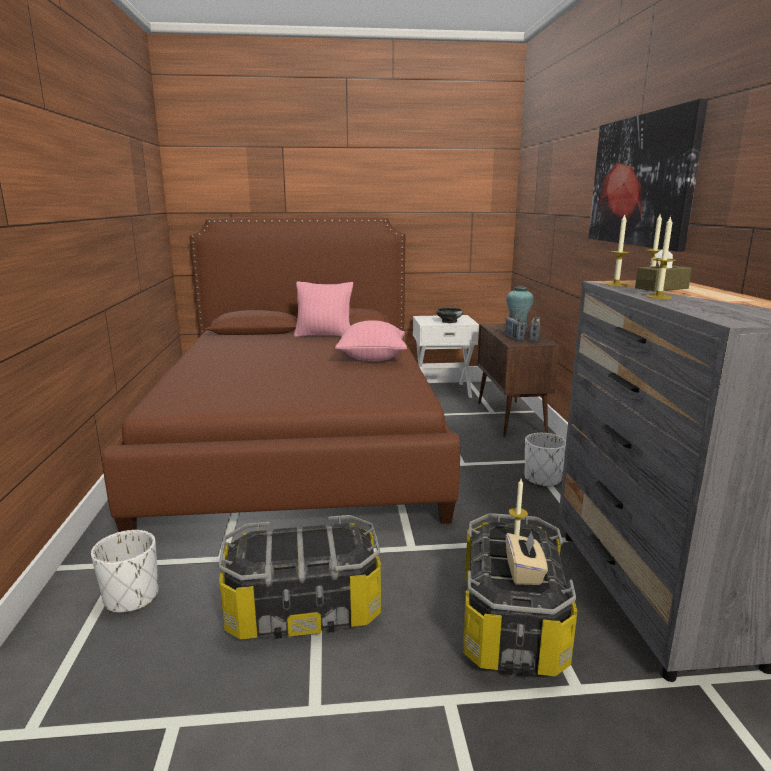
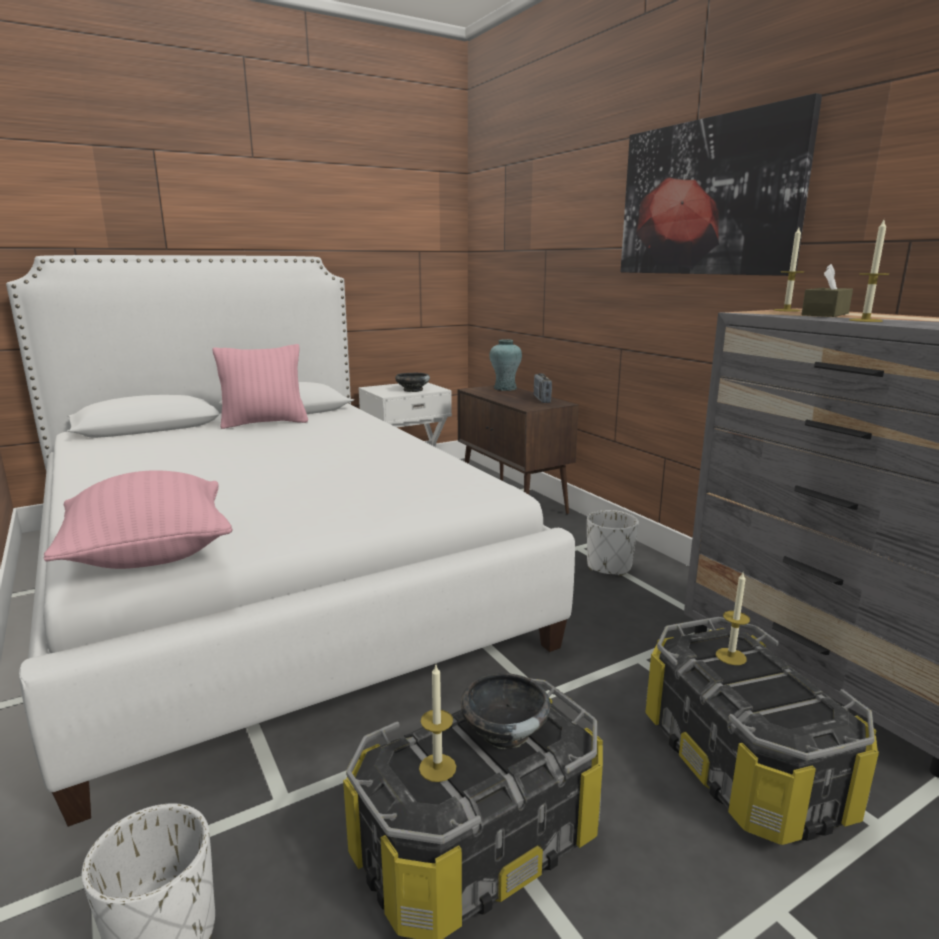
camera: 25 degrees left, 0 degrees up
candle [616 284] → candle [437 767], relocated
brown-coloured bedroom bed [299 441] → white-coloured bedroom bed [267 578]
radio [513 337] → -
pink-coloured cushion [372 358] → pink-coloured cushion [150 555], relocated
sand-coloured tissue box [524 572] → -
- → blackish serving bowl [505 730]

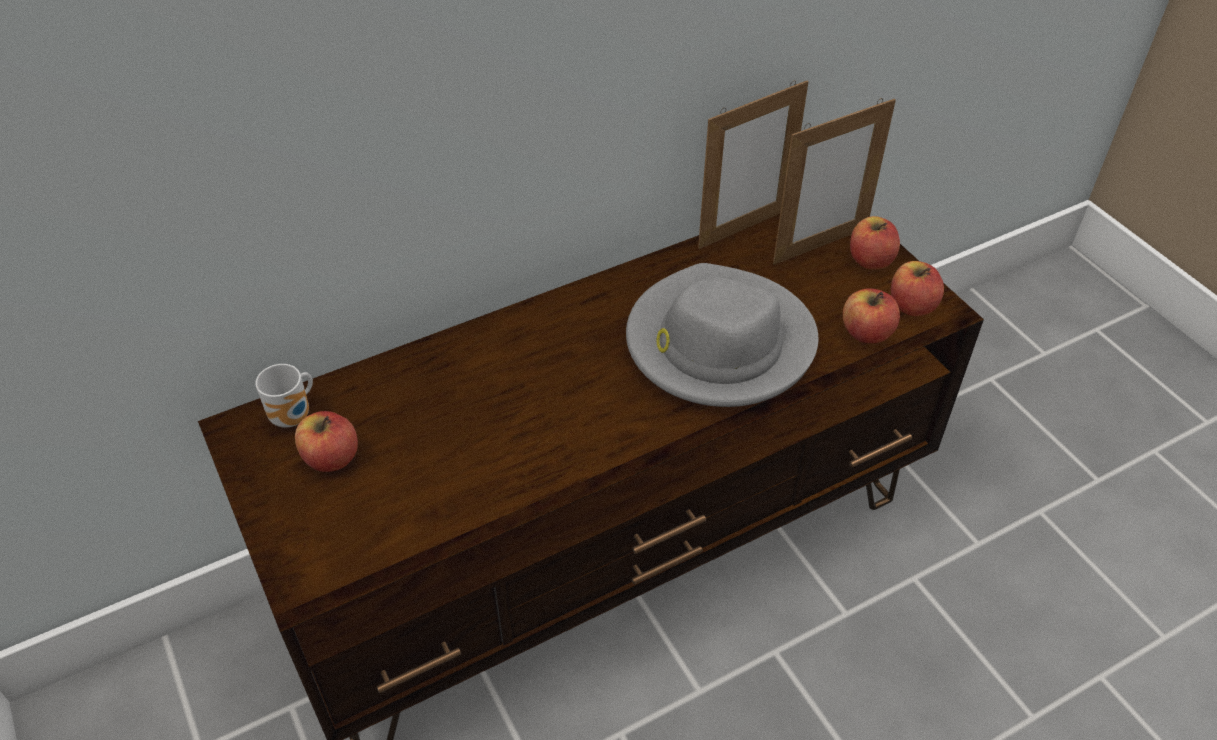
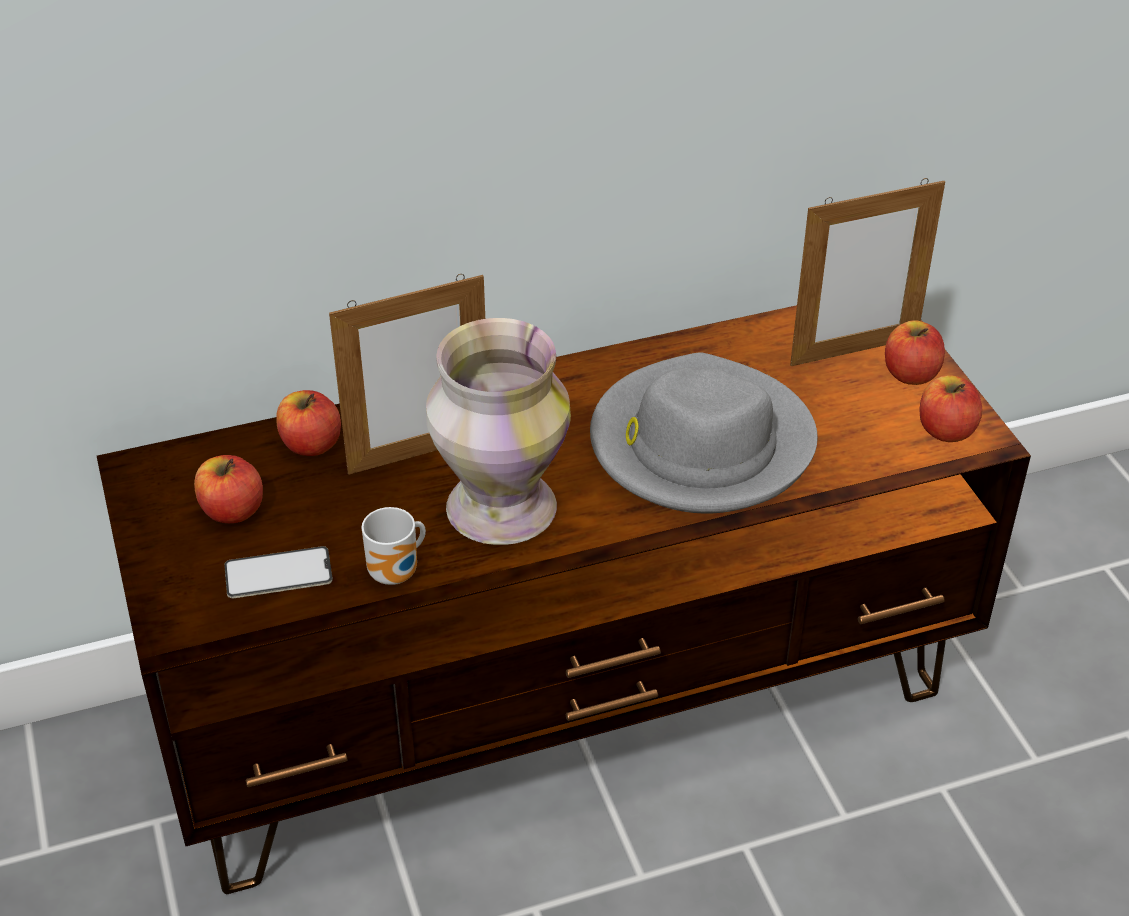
camera: 10 degrees right, 5 degrees down
photo frame [744 228] → photo frame [419 454], relocated
apple fruit [866 333] → apple fruit [311 444], relocated
coffee mug [294 417] → coffee mug [398 574], relocated
- → vase [498 509]
- → telephone [278 573]

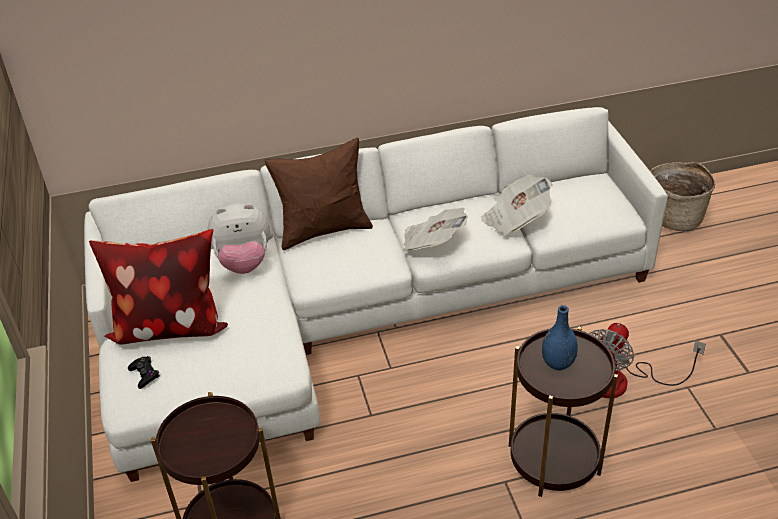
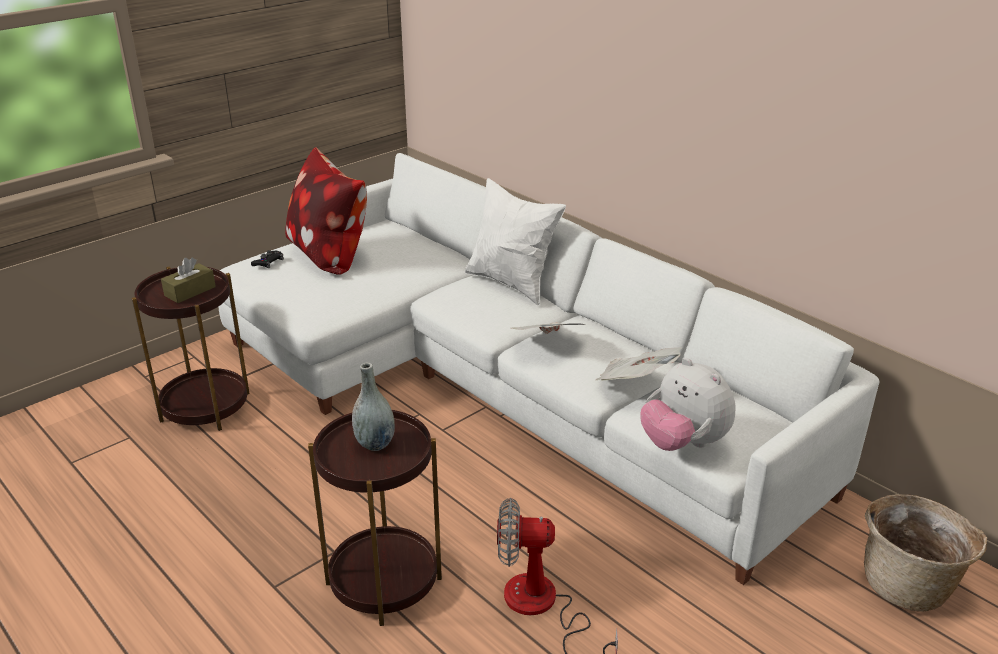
camera: 60 degrees right, 10 degrees down
brown-coloured cushion [324 230] → white-coloured cushion [512 283]
plush toy [244 262] → plush toy [683 443], relocated
blue-coloured vase [558 363] → grey vase [375 443]
- → brown-coloured tissue box [190 291]

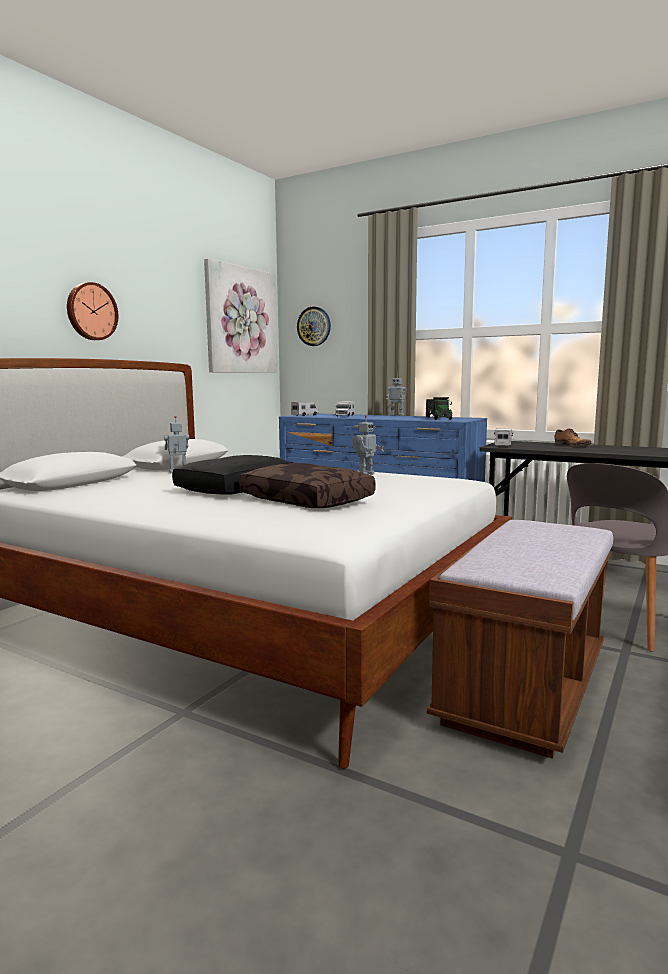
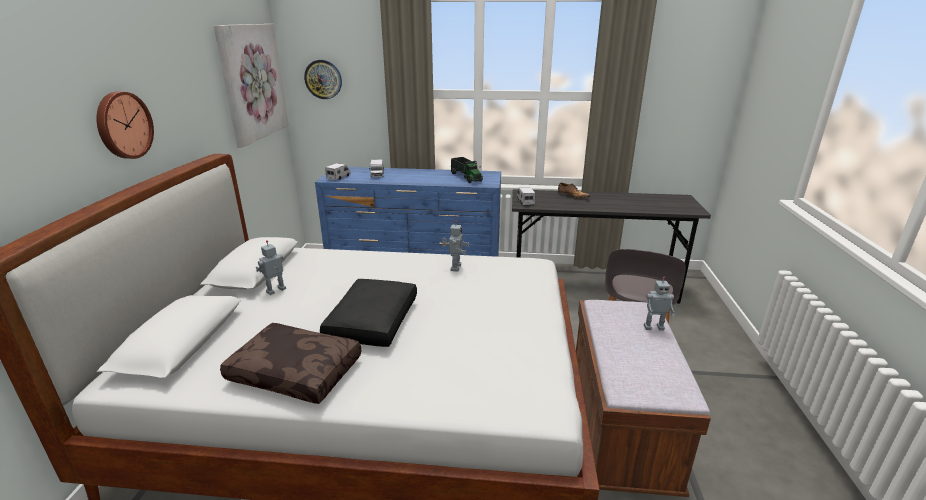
camera: 25 degrees left, 15 degrees up
toy robot [397 415] → toy robot [653 327], relocated
brown-coloured cushion [308 500] → brown-coloured cushion [297 371], relocated

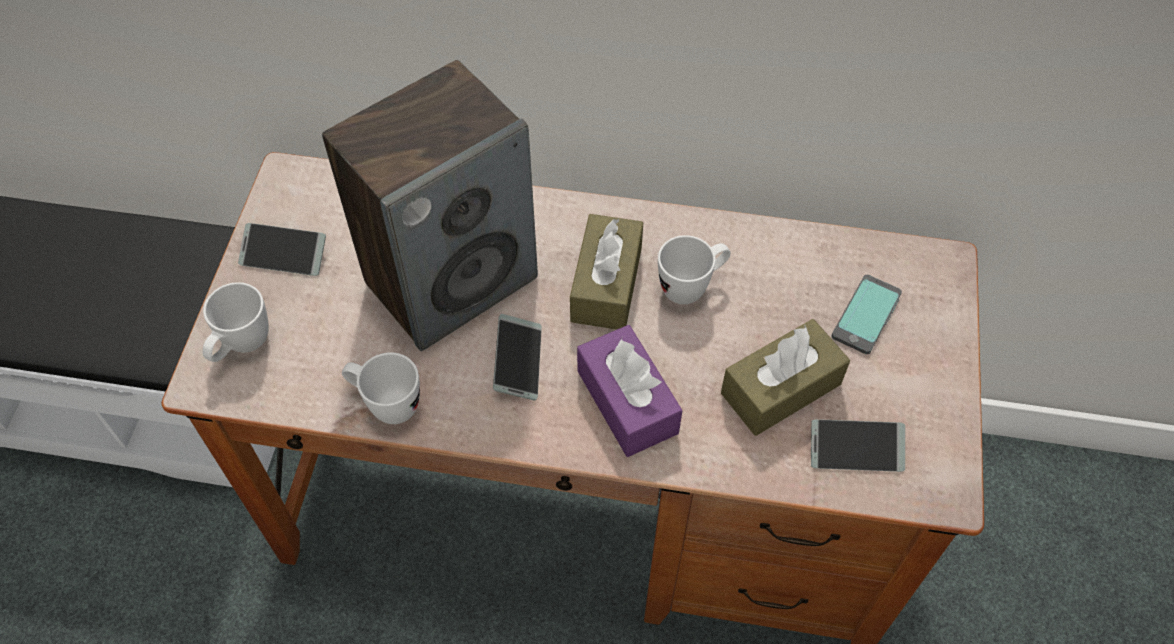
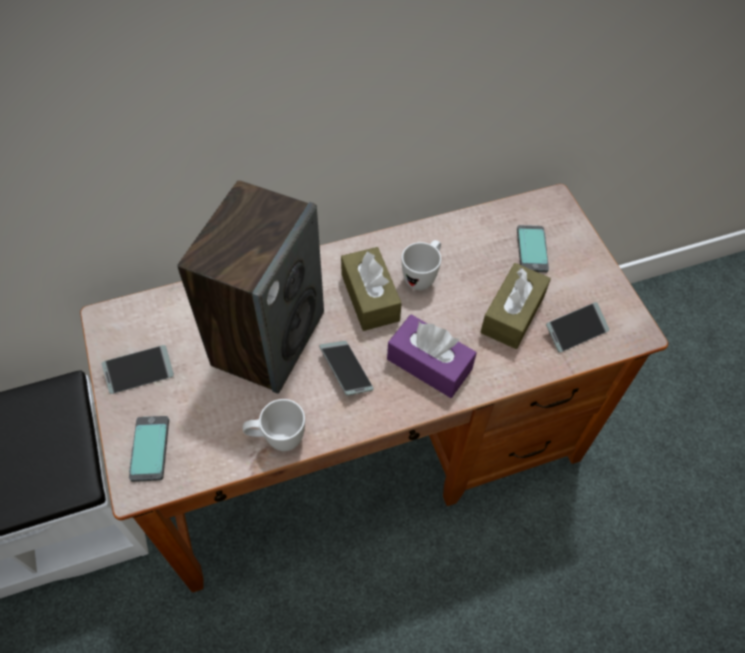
camera: 30 degrees left, 0 degrees up
white-coloured coffee mug [241 347] → telephone [149 449]

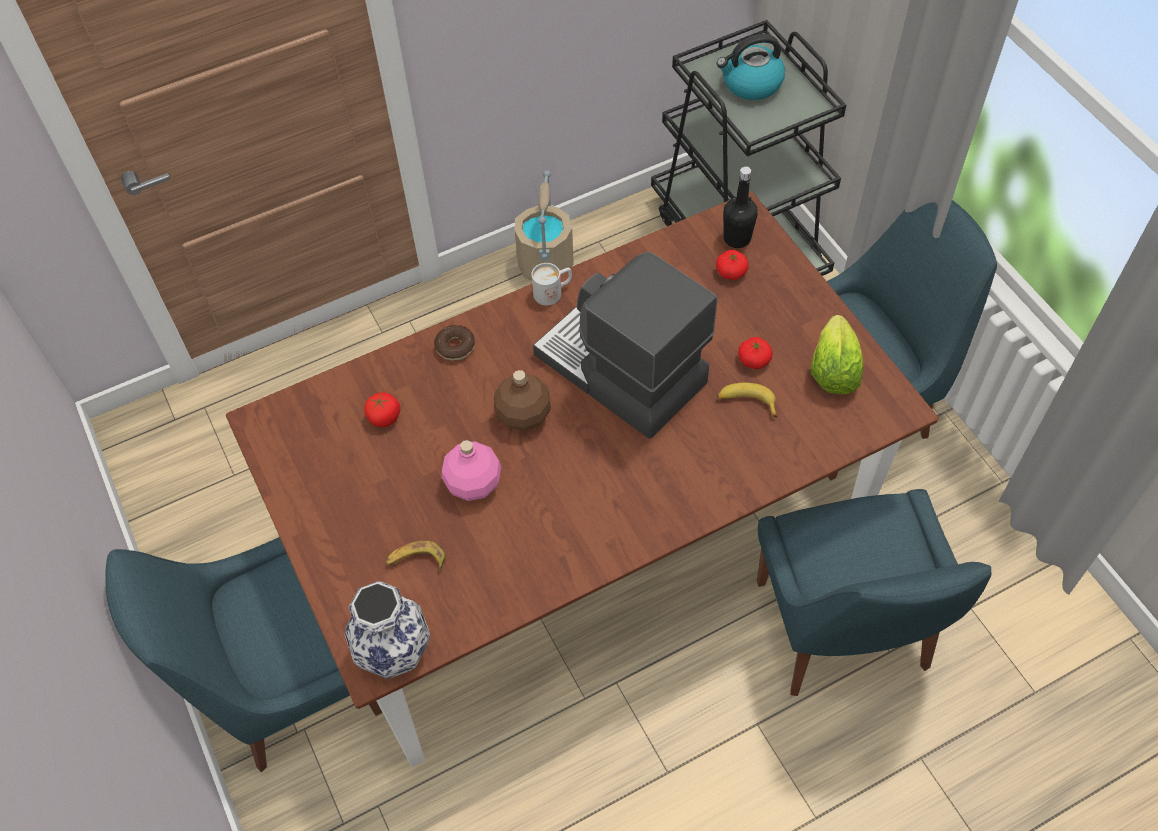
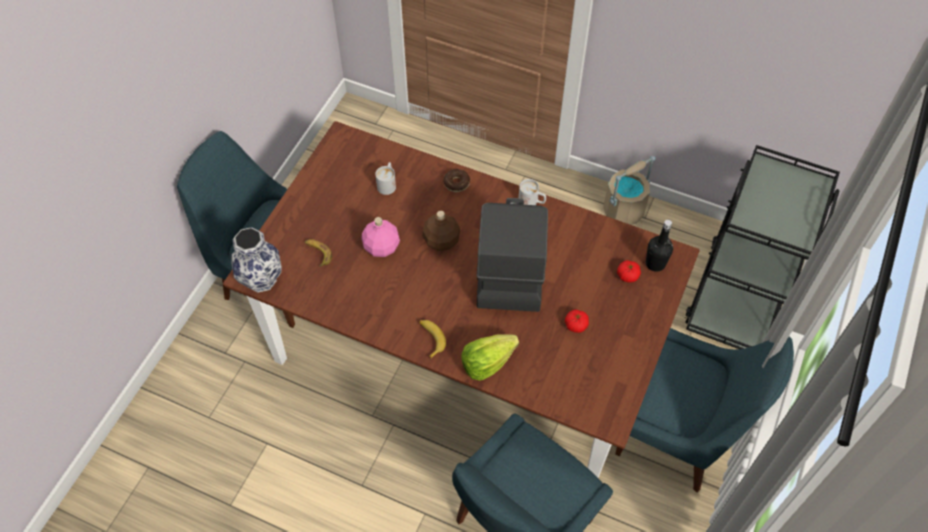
camera: 50 degrees right, 0 degrees up
kettle [751 84] → -
lettuce [833 370] → lettuce [487 363], relocated
whole banana [746 402] → whole banana [430 339], relocated
whole tomato [384 417] → white-coloured coffee mug [387 183]

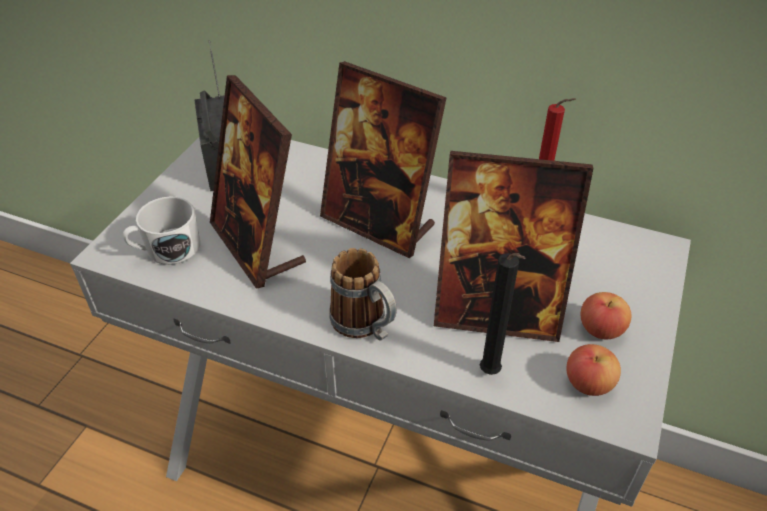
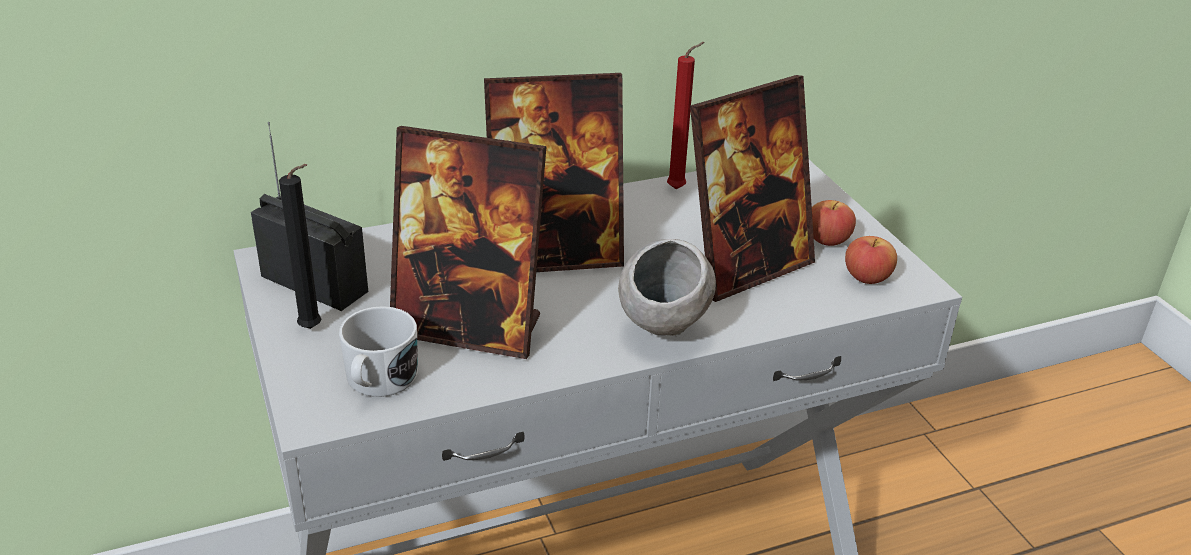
camera: 45 degrees left, 10 degrees down
coffee mug [365 326] → grey serving bowl [663 333]
blackish candle [491 374] → blackish candle [313 329], relocated

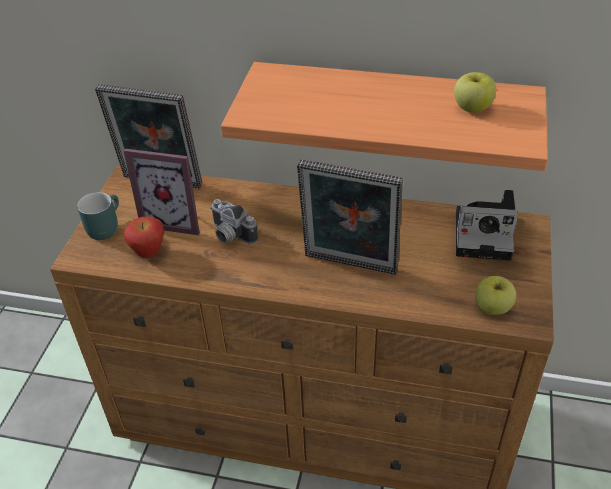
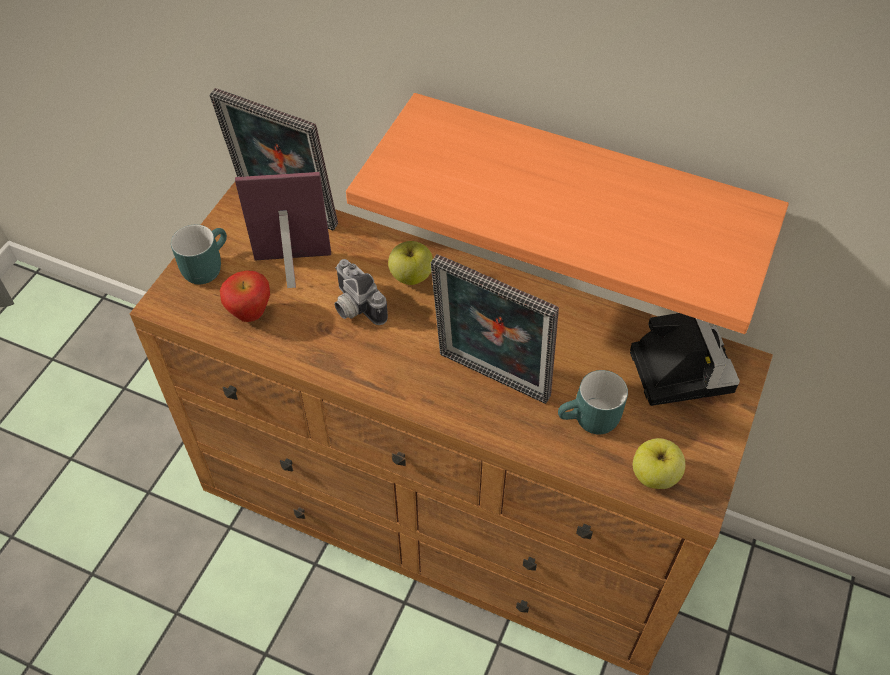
camera: 10 degrees right, 10 degrees up
apple fruit [472 108] → apple fruit [411 276], relocated
photo frame [175 219] → photo frame [293 271], 150 degrees clockwise
photo camera [485 234] → photo camera [678 367], 120 degrees counterclockwise
- → turquoise-coloured coffee mug [590 422]

